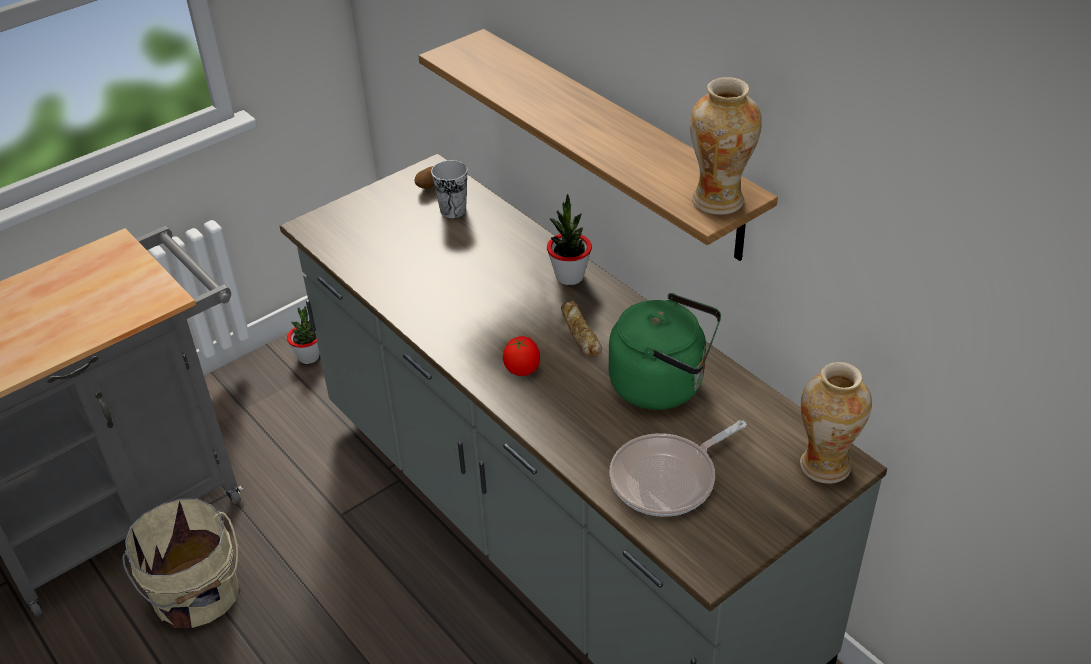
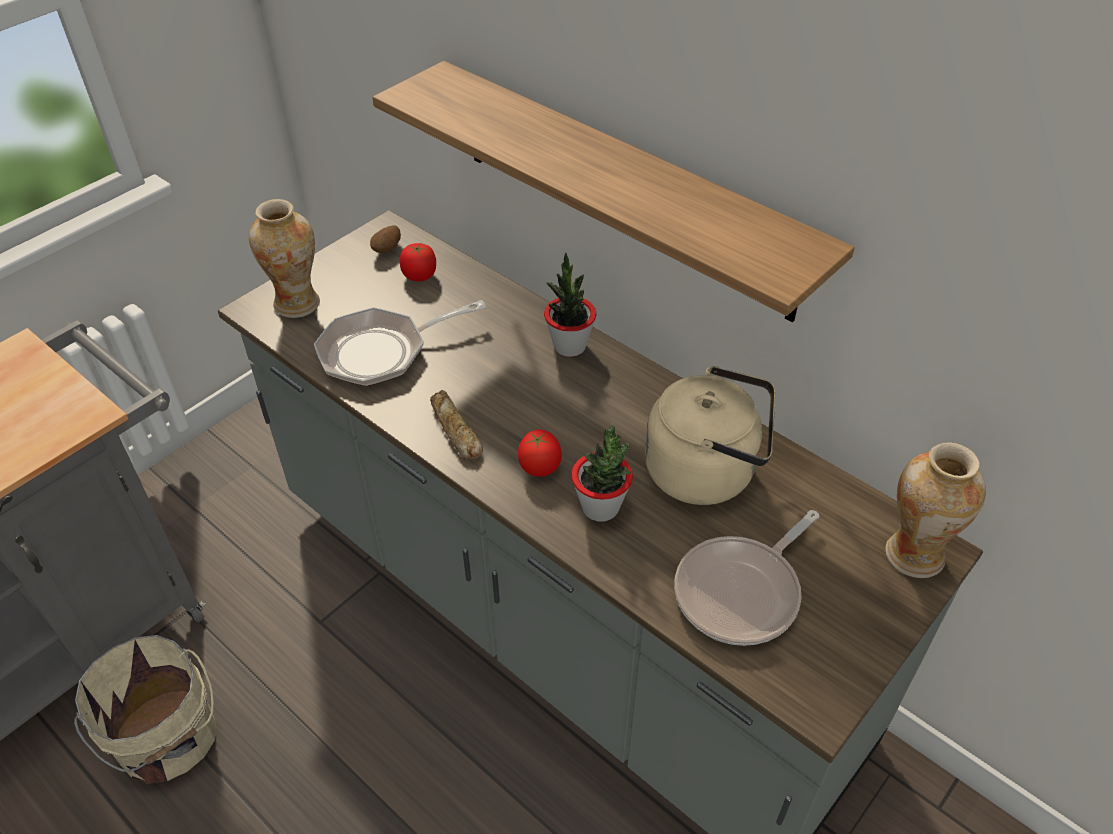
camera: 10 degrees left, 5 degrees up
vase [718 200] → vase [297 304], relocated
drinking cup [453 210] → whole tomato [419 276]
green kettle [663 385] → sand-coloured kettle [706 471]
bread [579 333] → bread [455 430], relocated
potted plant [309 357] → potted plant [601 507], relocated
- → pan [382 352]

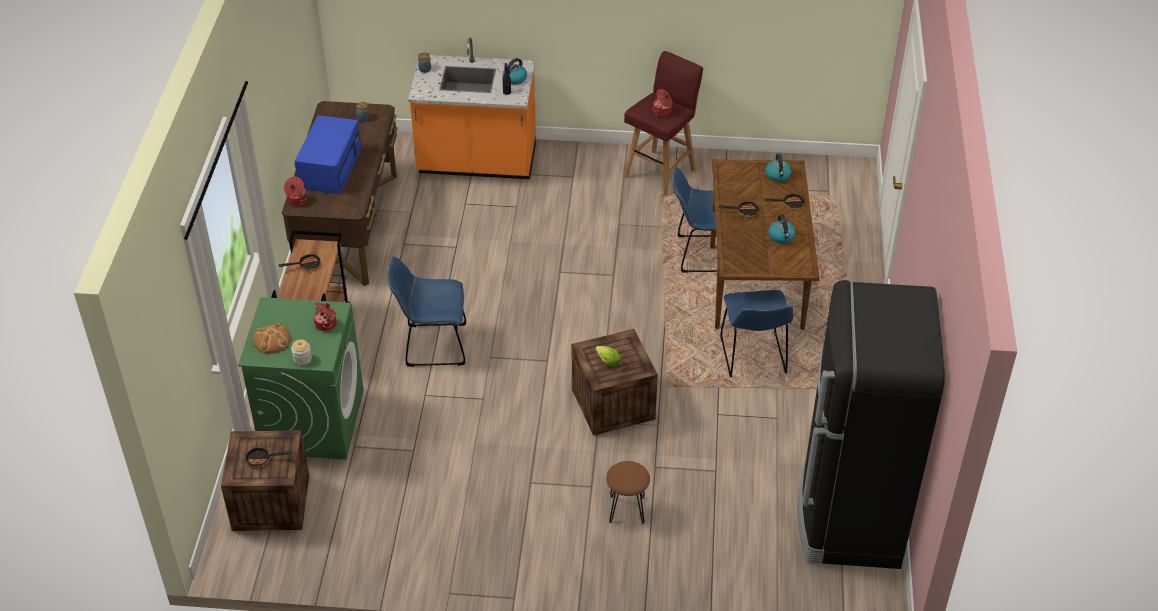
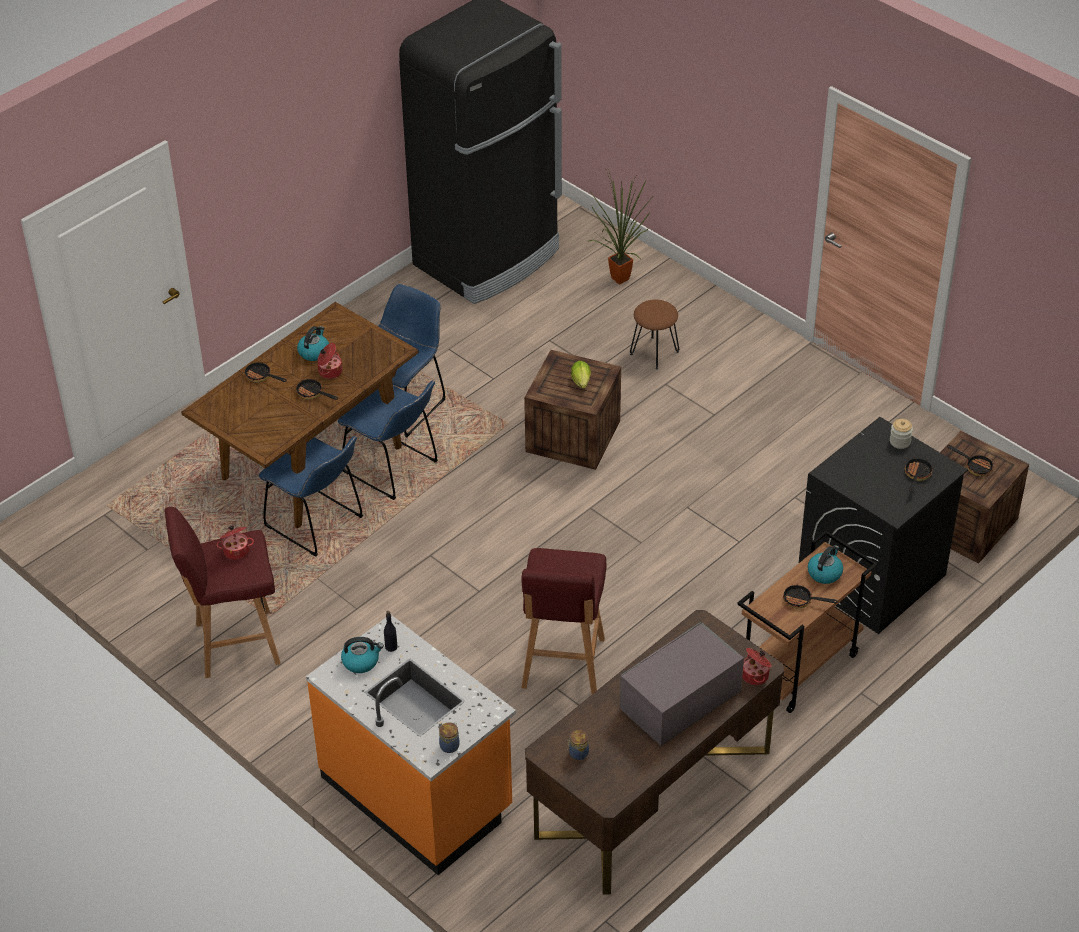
camera: 140 degrees left, 0 degrees up
blue-coloured kitchen microwave [330 167] → grey kitchen microwave [679 701]
kettle [778 175] → kettle [824 573], relocated
blue-coloured plain chair [432 345] → blue-coloured plain chair [393 469], relocated
green laundry appliance [312 421] → blackish laundry appliance [871 578]
stockpot [326 324] → stockpot [329 371], relocated
bread [272 340] → pan [916 475]
- → potted plant [618 277]
- → red-coloured sitting stool [562 665]

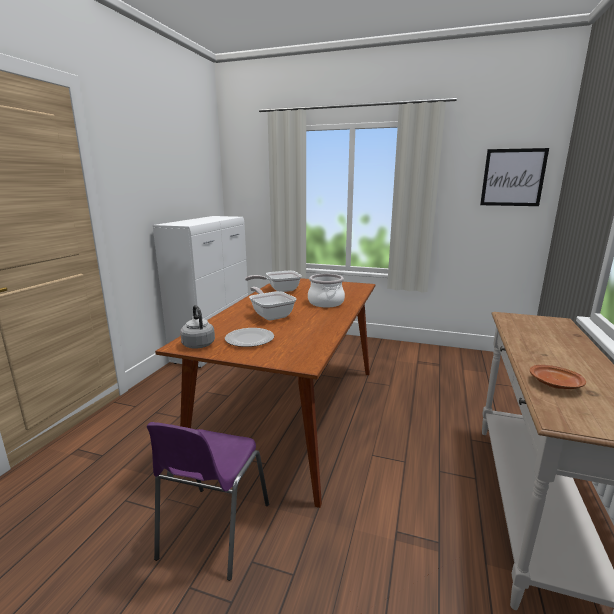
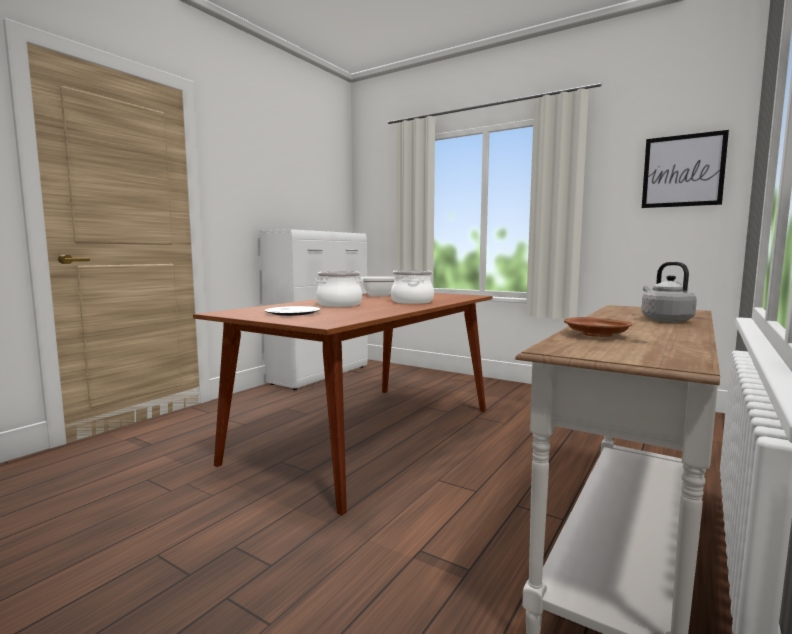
camera: 15 degrees right, 10 degrees down
pan [271 315] → stockpot [339 304]
grey kettle [198 344] → grey kettle [664 320], relocated
purple plain chair [212 532] → -

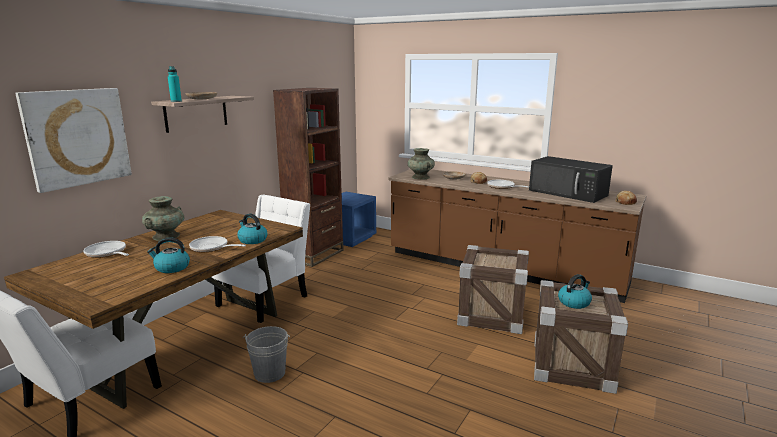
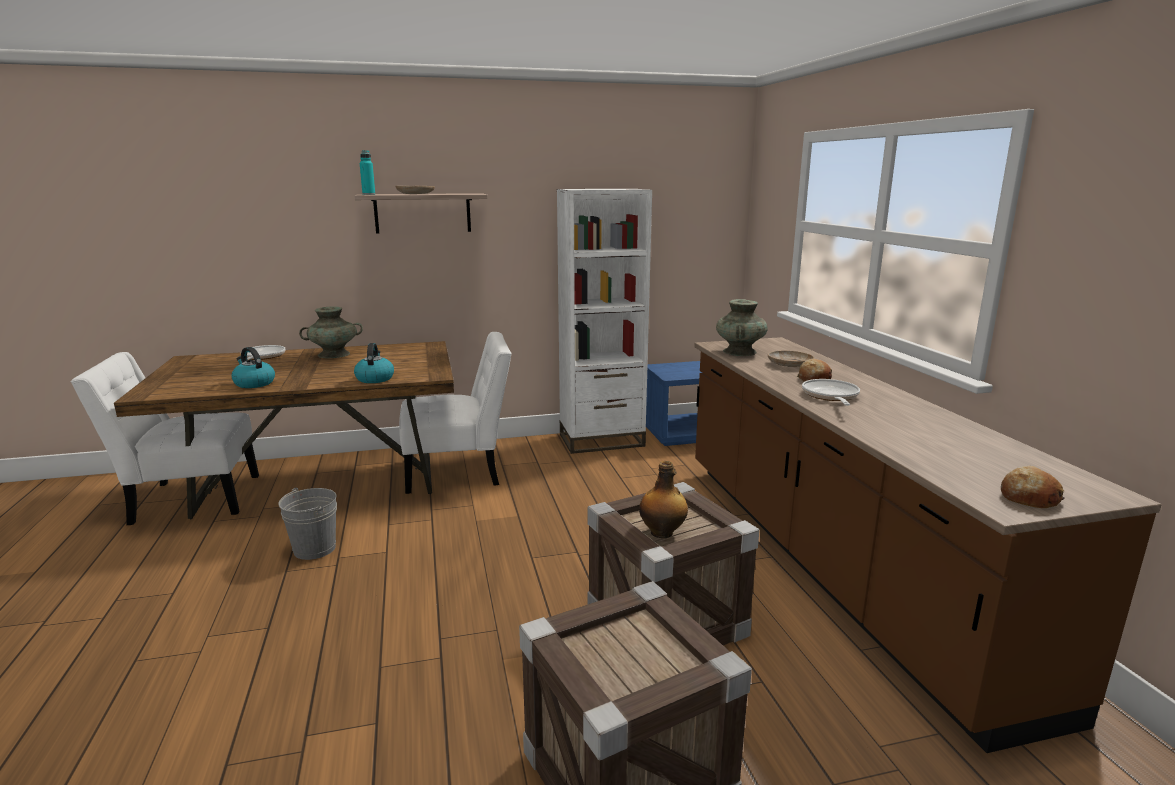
camera: 45 degrees right, 0 degrees up
wall picture [77 137] → -
brown-coloured bookcase [314 255] → white-coloured bookcase [601 440]
blackish kitchen microwave [569 193] → -
pan [212 248] → -
kettle [574 302] → -
- → beverage bottle [662 533]

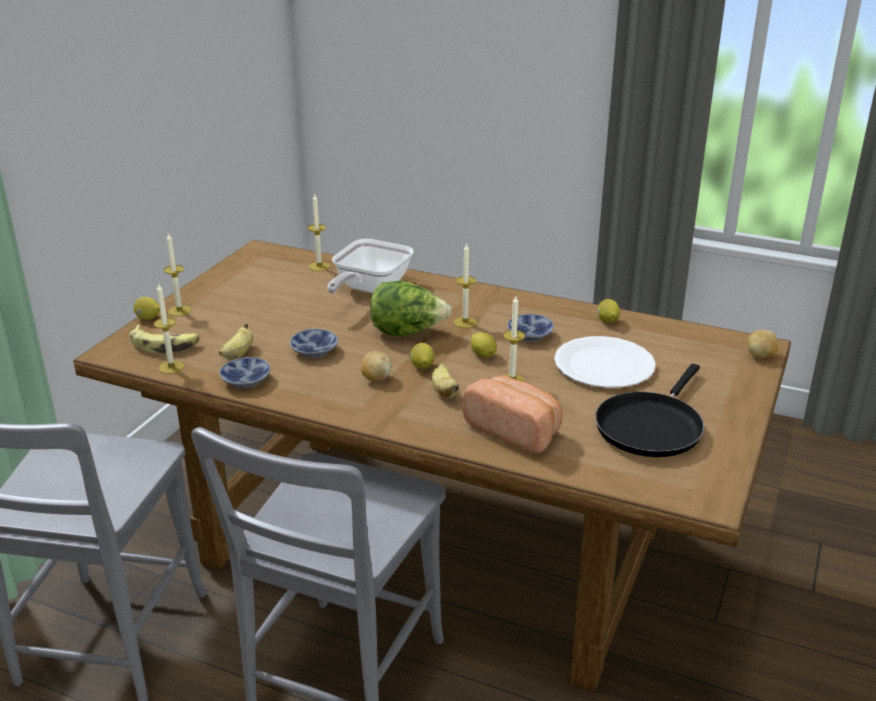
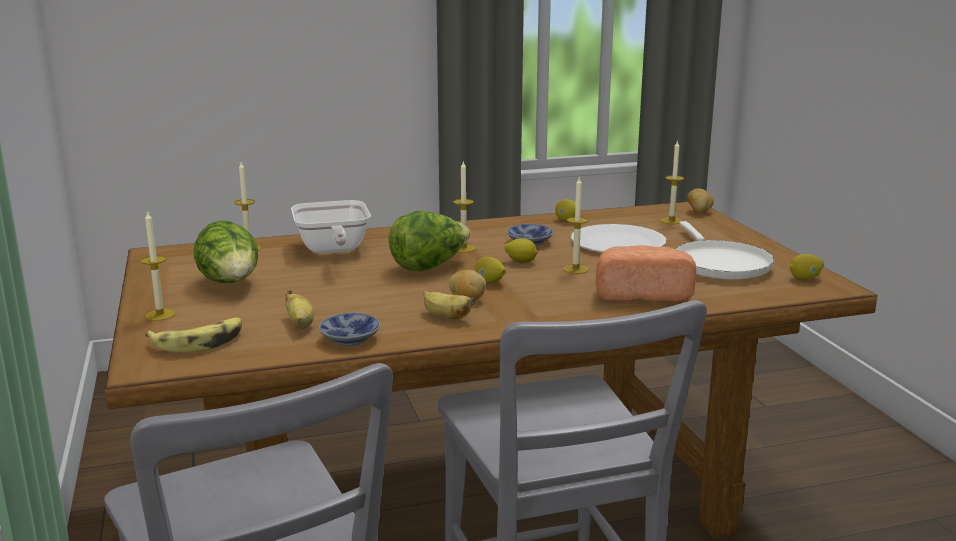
camera: 40 degrees left, 10 degrees down
candle [171 367] → candle [671 221], relocated
citrus fruit [148 318] → citrus fruit [804 279], relocated
serving bowl [313 350] → -
whole banana [444 391] → whole banana [445 317], relocated
blackish pan [651 426] → white-coloured pan [718 263]
- → lettuce [231 284]

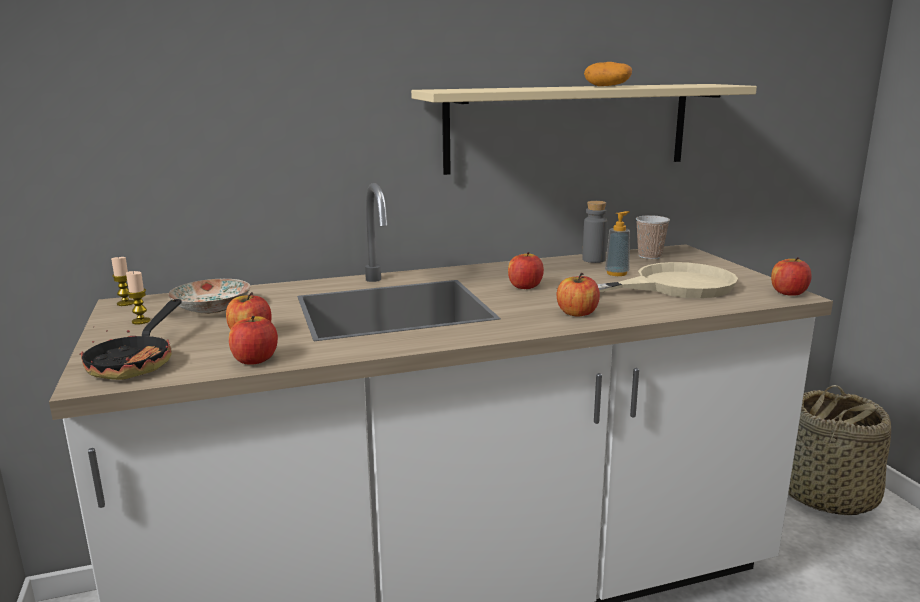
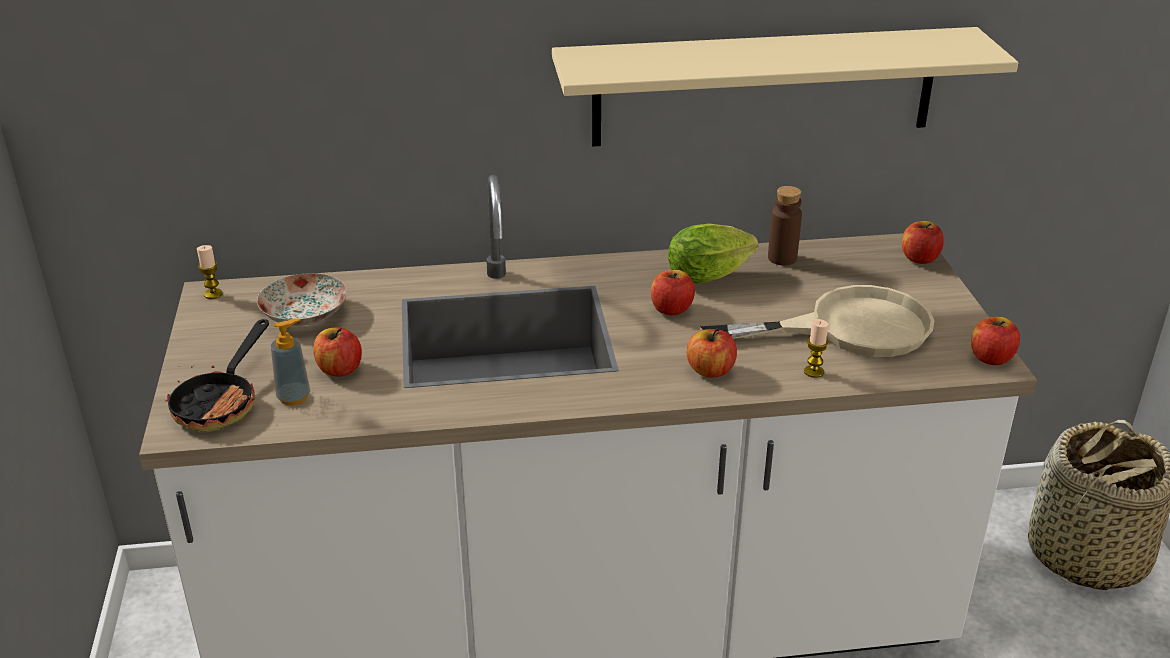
camera: 10 degrees right, 15 degrees up
spud [607 86] → -
grey beverage bottle [593 260] → brown-coloured beverage bottle [782 258]
liquid soap bottle [617 273] → liquid soap bottle [294 397], relocated
drinking cup [649 256] → -
candle [141 321] → candle [814 372], relocated
apple fruit [255 360] → apple fruit [919 258], relocated
- → lettuce [712 275]

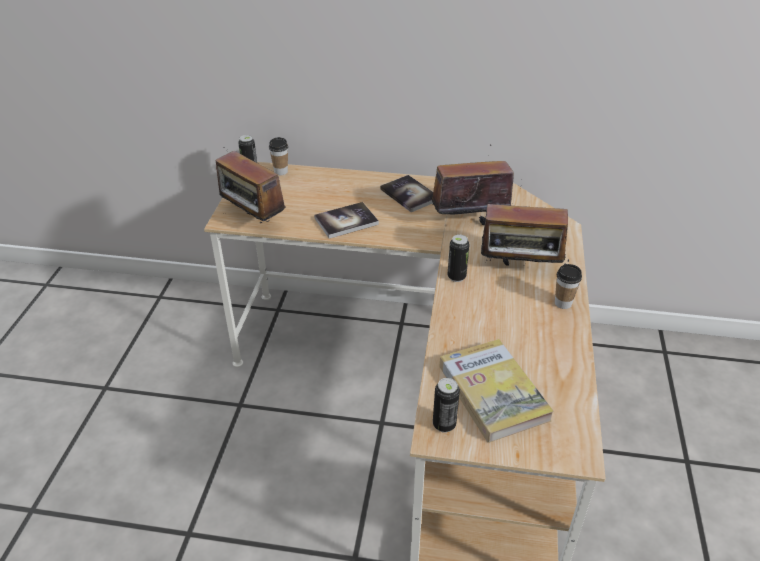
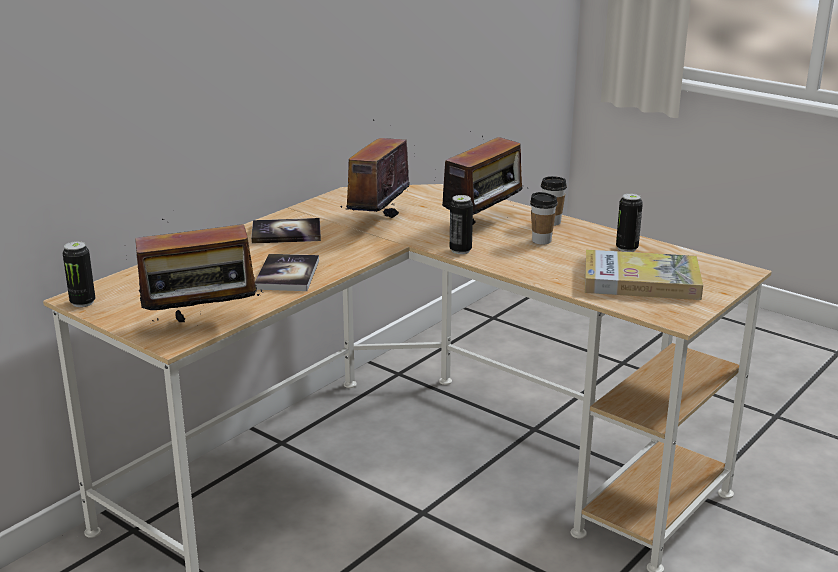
camera: 60 degrees left, 15 degrees down
drinking cup [281 172] → drinking cup [541 241], relocated
can [444 424] → can [626 248], relocated

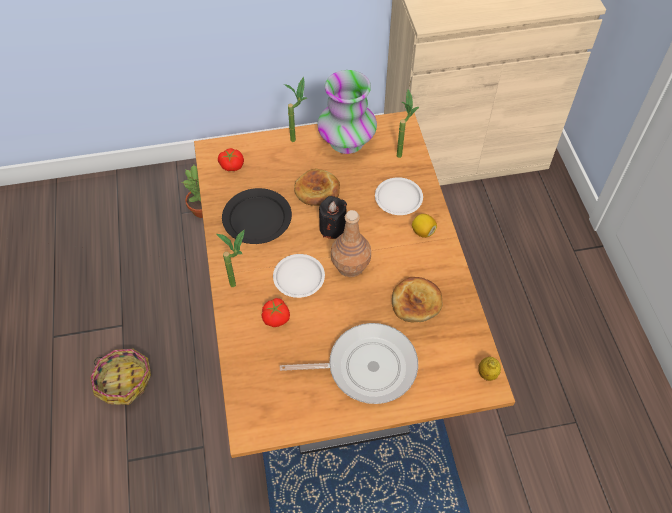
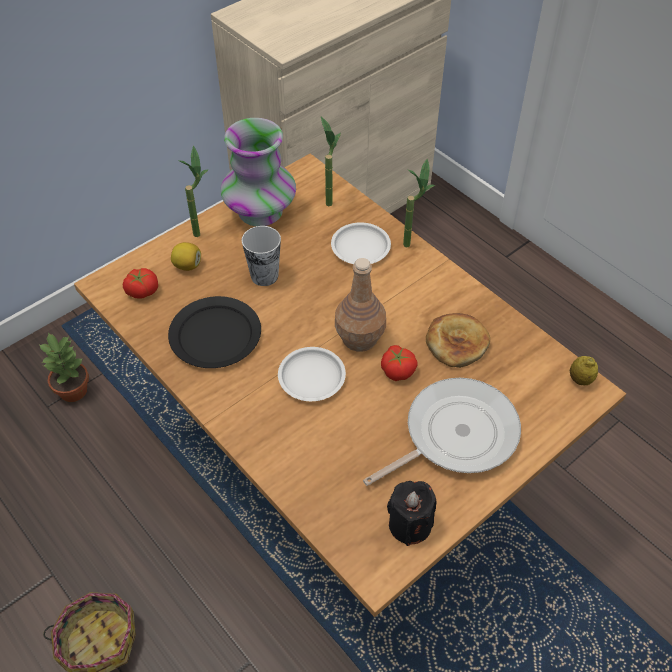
camera: 30 degrees left, 5 degrees down
bread [317 190] → drinking cup [264 276]
blackish candle [333 228] → blackish candle [410 524], relocated
citrus fruit [423 232] → citrus fruit [187 265], relocated
potted plant [239 283] → potted plant [412 241], relocated
whole tomato [276 317] → whole tomato [398 370], relocated

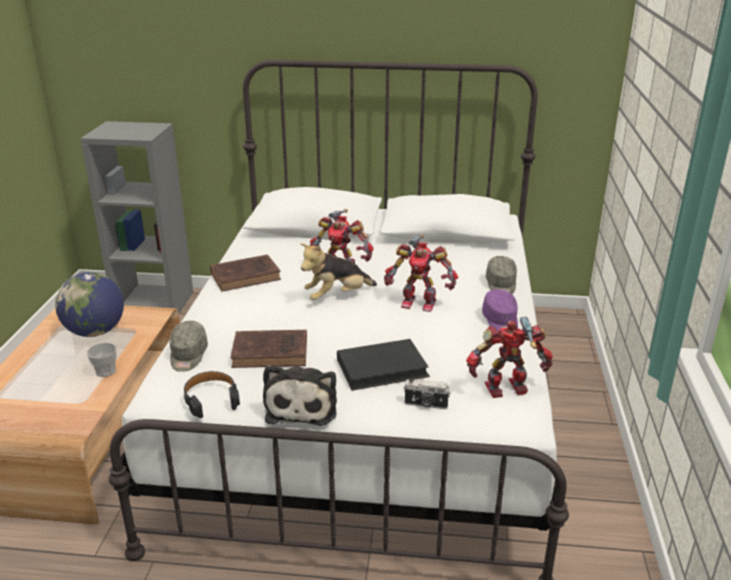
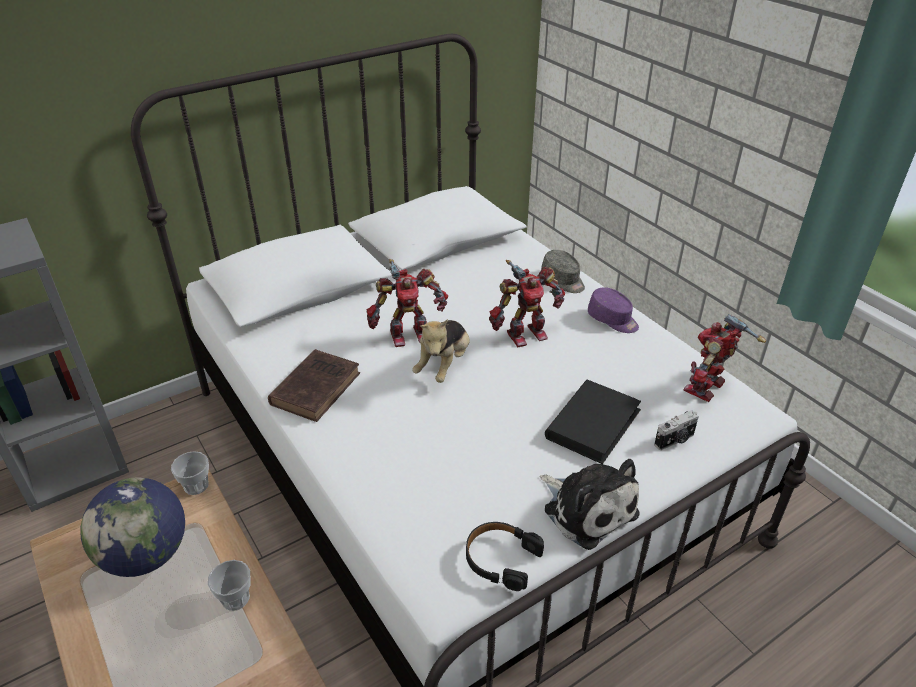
camera: 40 degrees left, 10 degrees up
grey baseball cap [188 356] → -
brown-coloured book [272 353] → -
- → drinking cup [196 485]

